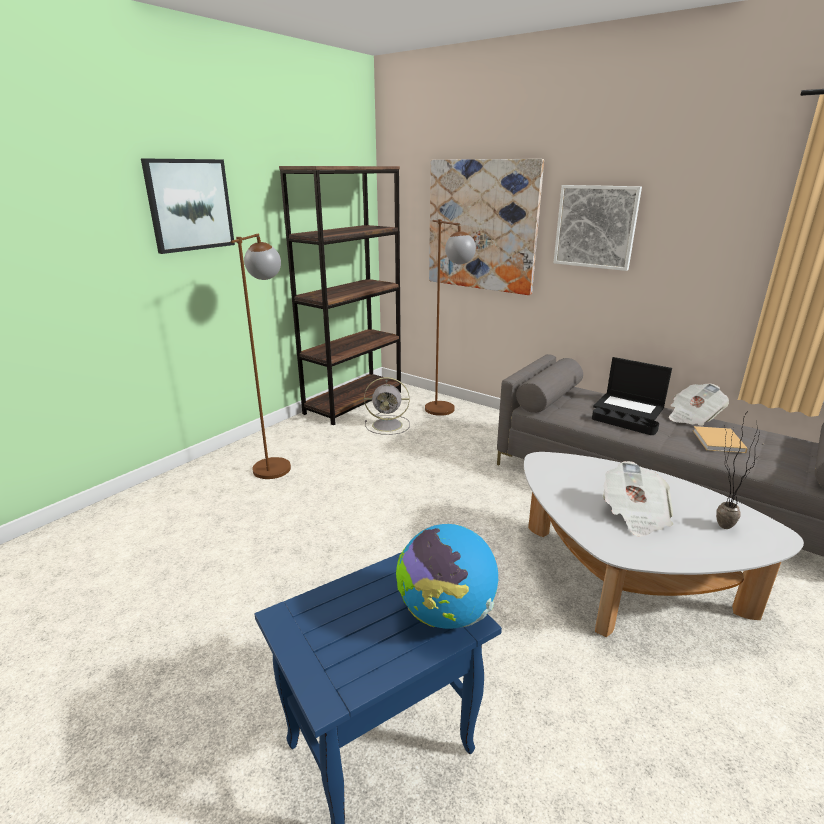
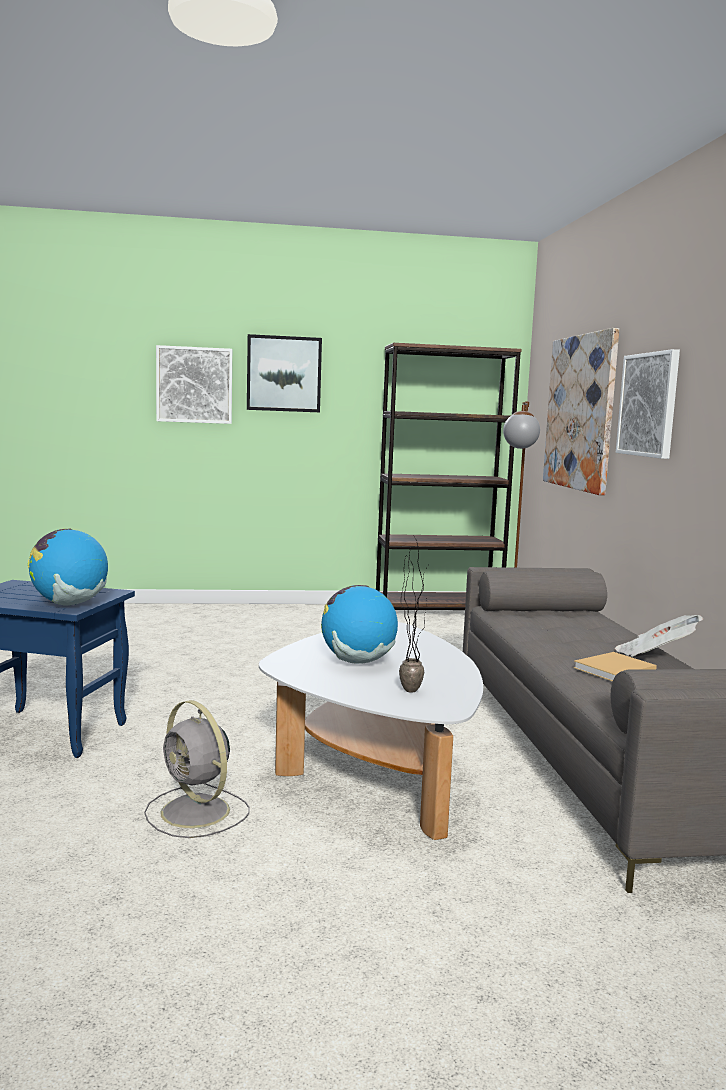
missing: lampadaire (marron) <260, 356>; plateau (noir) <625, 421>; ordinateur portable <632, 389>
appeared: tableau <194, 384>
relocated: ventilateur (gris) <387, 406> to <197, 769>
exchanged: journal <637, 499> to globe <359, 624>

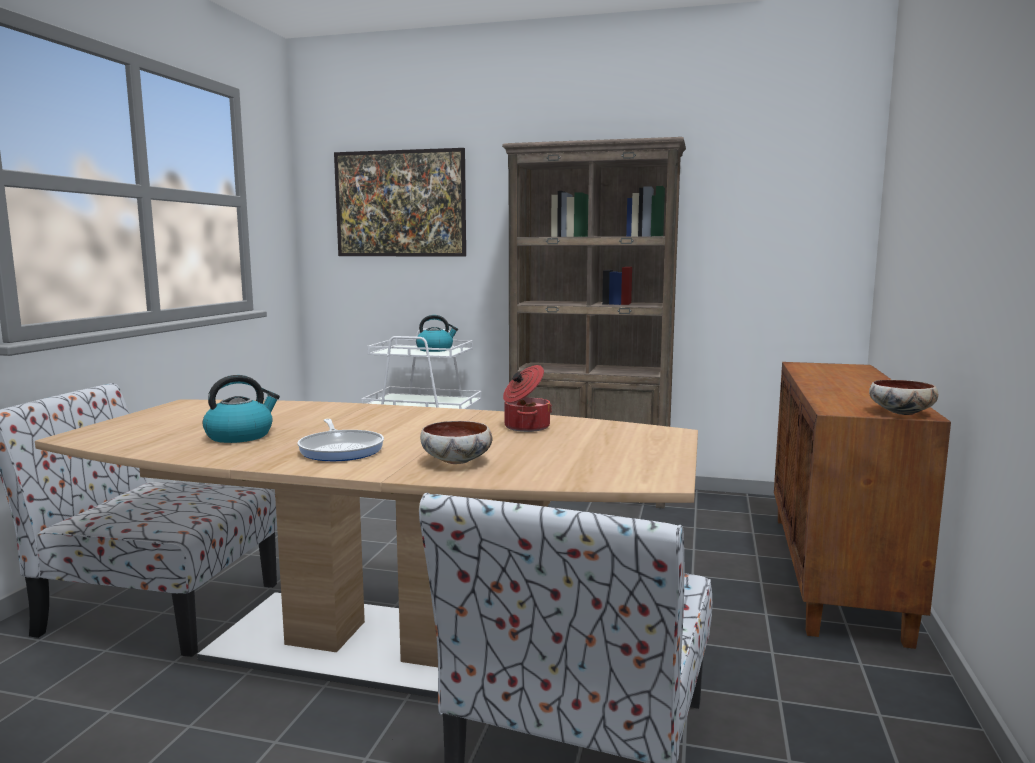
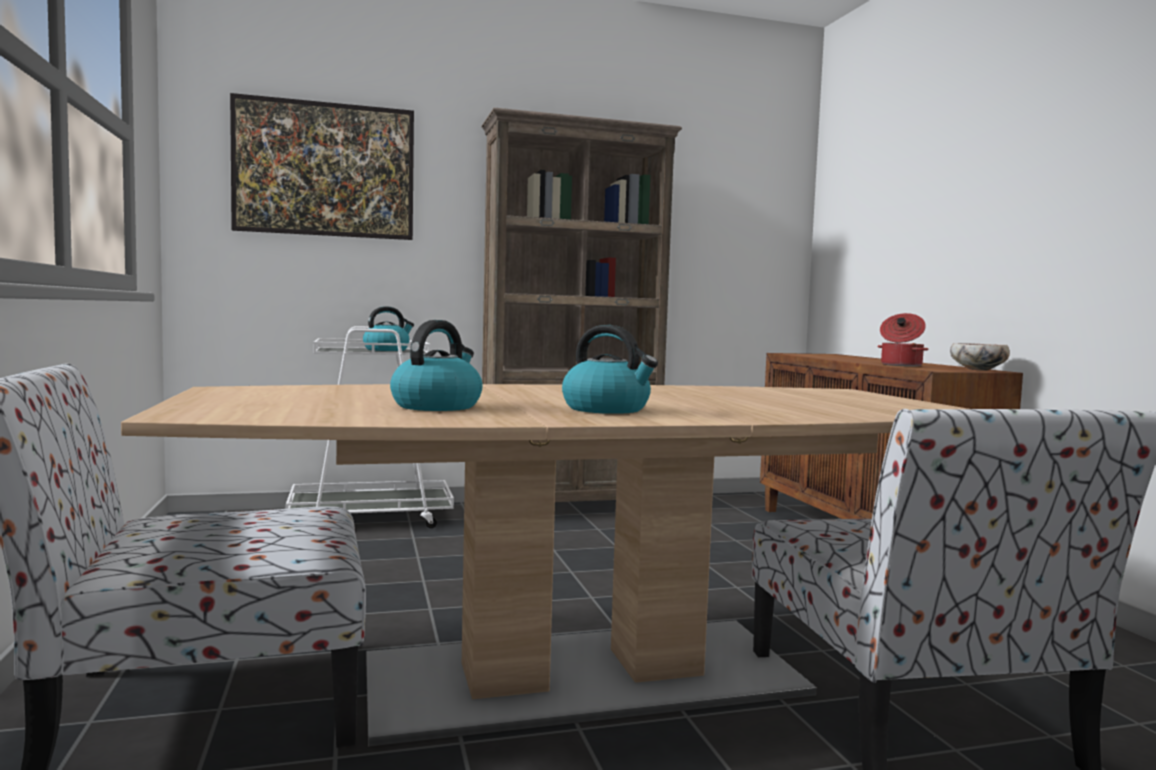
missing: bol <456, 442>
relocated: marmite <527, 398> to <903, 340>
exchanged: poêle <341, 440> to bouilloire <610, 369>

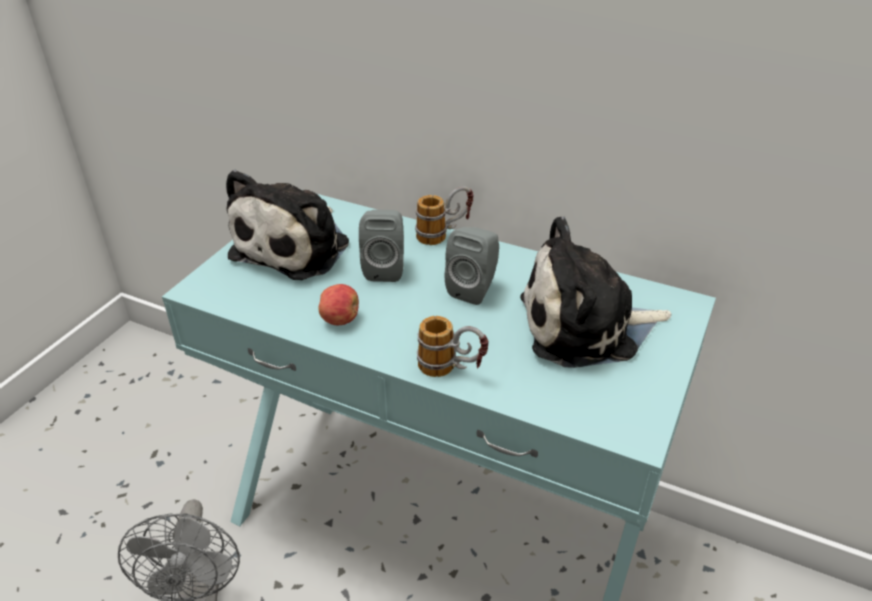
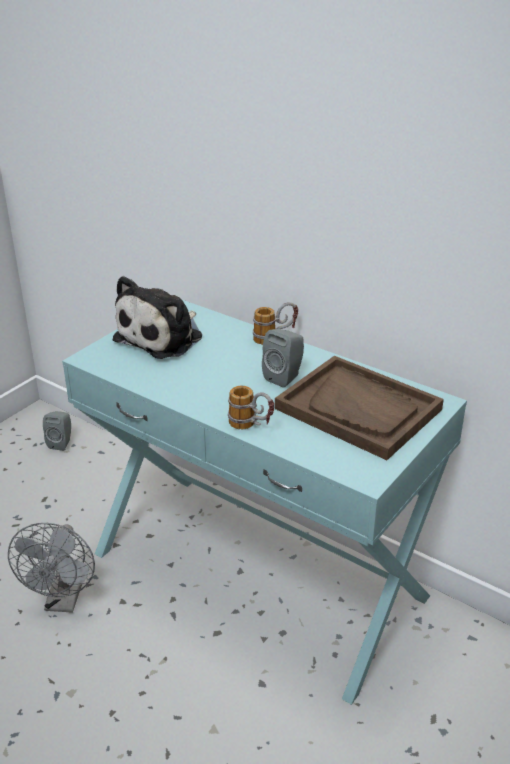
missing: pomme <338, 304>
relocated: enceinte (gris) <381, 246> to <57, 431>
exchanged: peluche <595, 292> to plateau (marron) <359, 408>

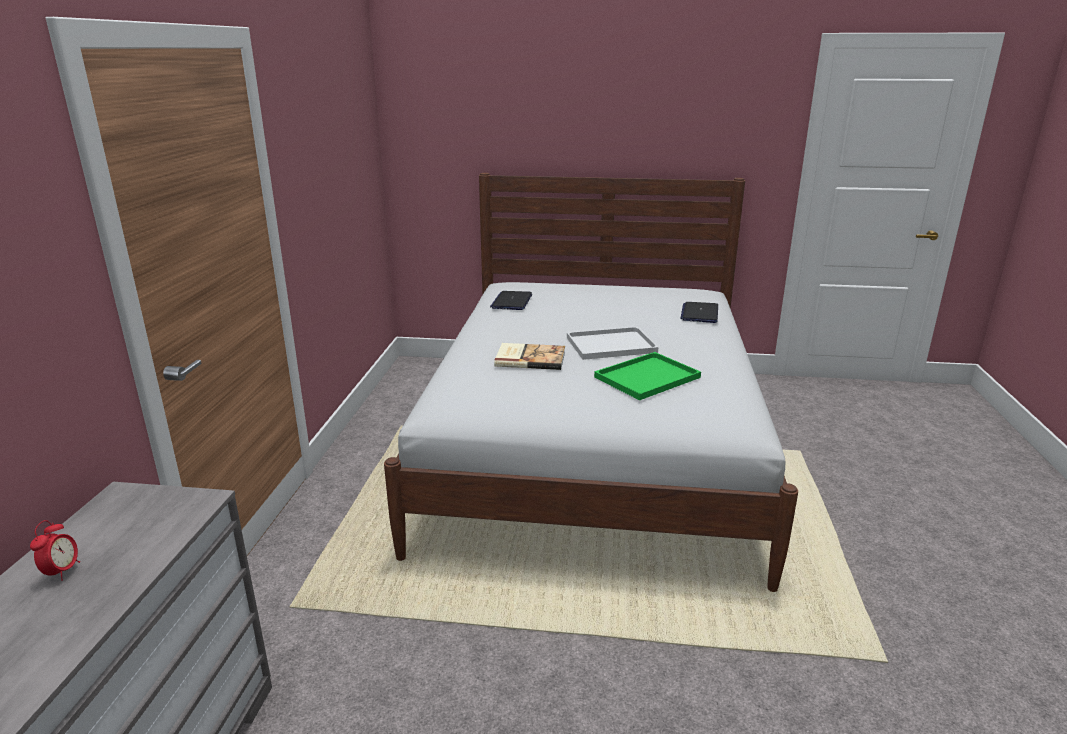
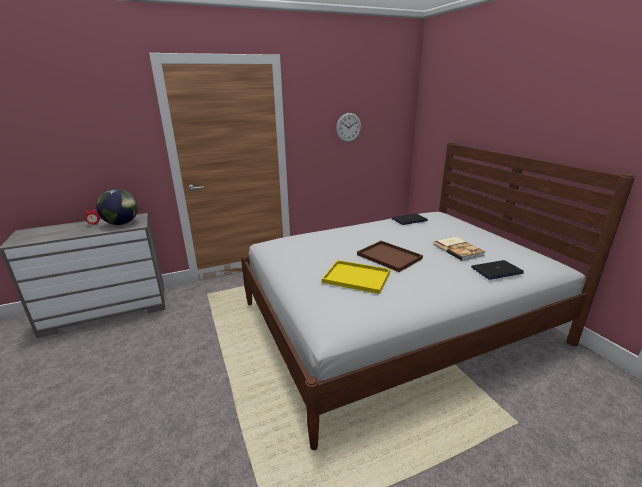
appeared: globe <117, 207>; horloge murale <348, 127>
relocated: livre <529, 356> to <459, 249>
colour: plateau (vert) <647, 376> to plateau (jaune) <356, 277>; plateau (blanc) <612, 343> to plateau (marron) <390, 256>

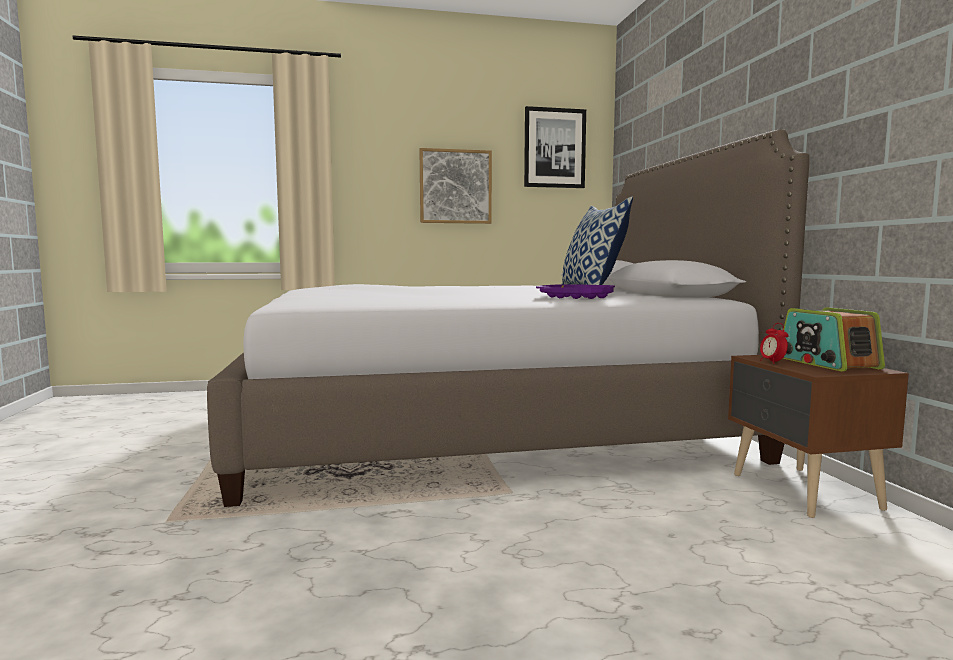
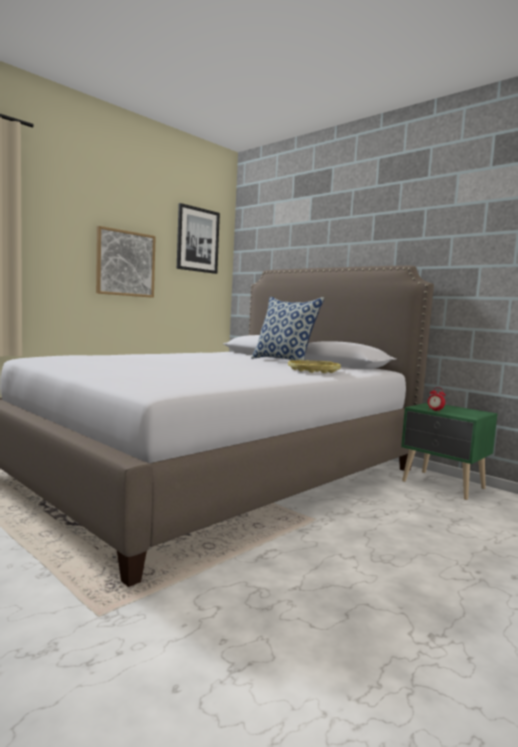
missing: radio <834, 339>
colour: plateau (violet) <575, 291> to plateau (jaune) <314, 366>; table de chevet (marron) <818, 436> to table de chevet (vert) <449, 451>

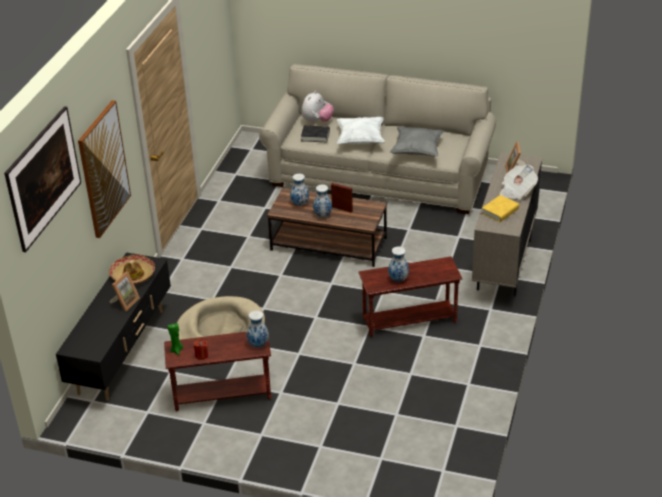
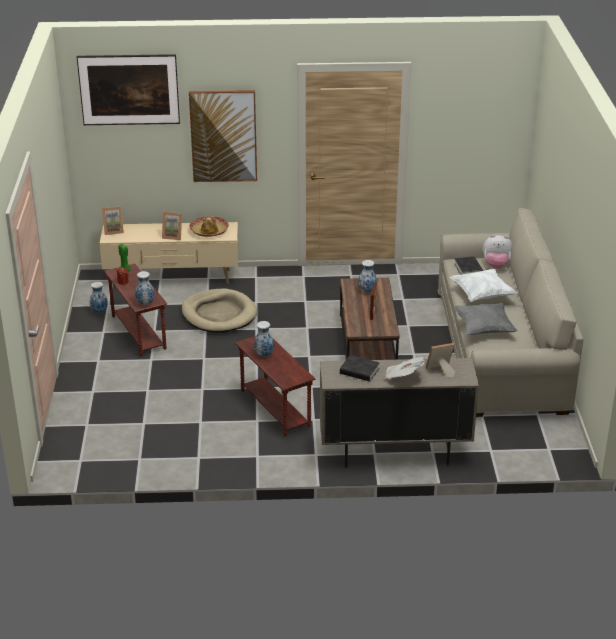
appeared: cadre photo <113, 220>
relocated: vase <322, 200> to <99, 297>
colour: meuble télé (noir) <113, 327> to meuble télé (beige) <169, 253>; livre (jaune) <500, 208> to livre (noir) <359, 368>

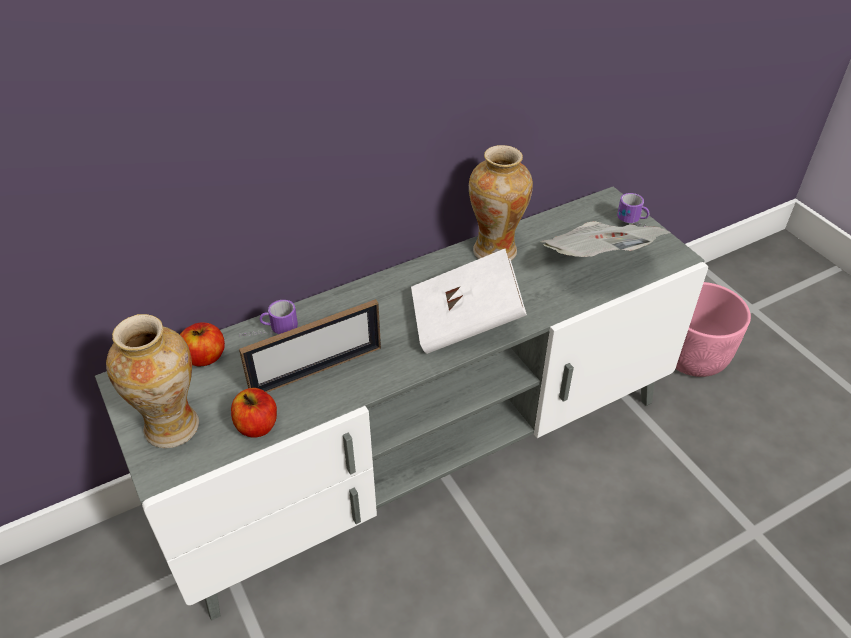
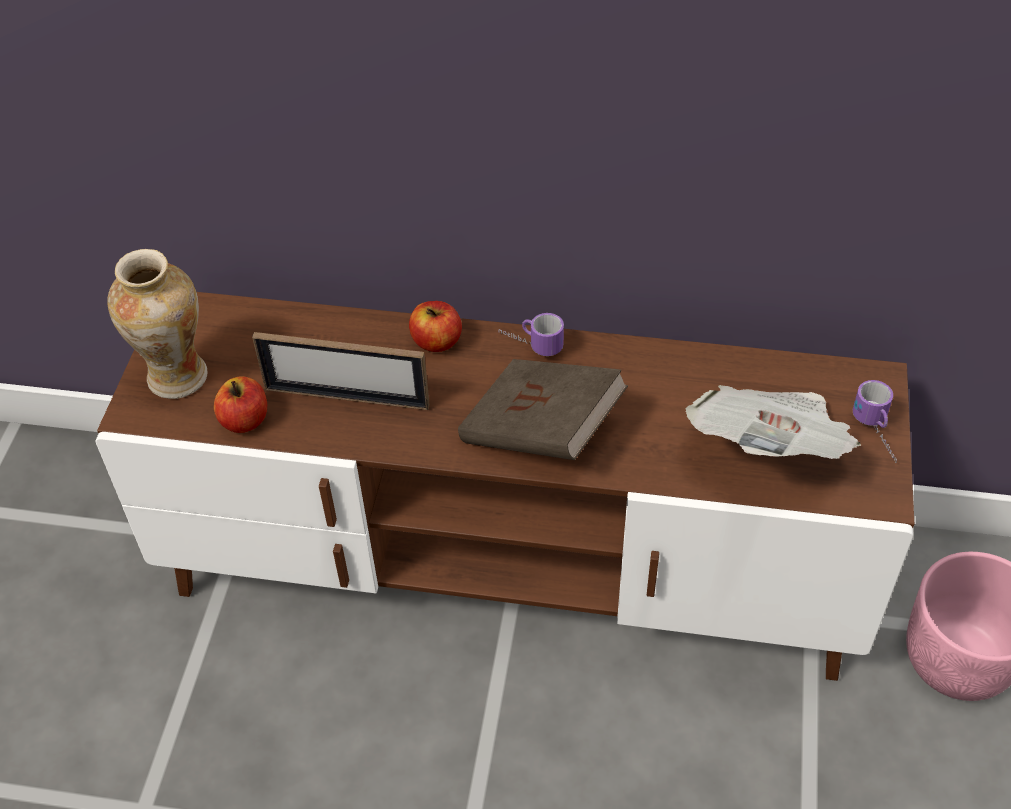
missing: vase <501, 202>
relocated: pomme <202, 344> to <435, 326>; mug <268, 318> to <531, 334>
colour: meuble télé (gris) <401, 403> to meuble télé (marron) <505, 486>; livre (blanc) <469, 301> to livre (marron) <543, 409>

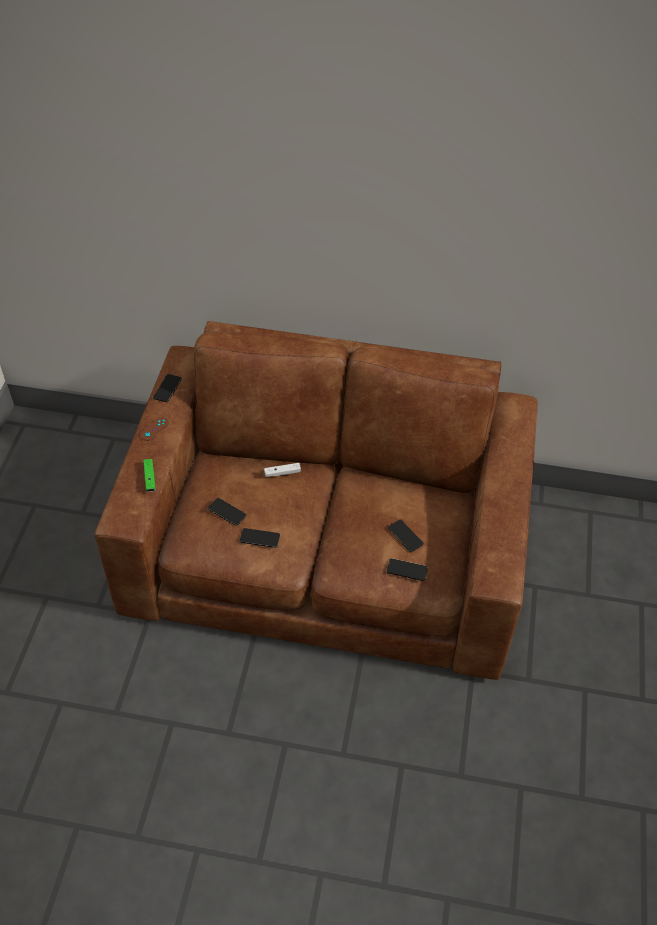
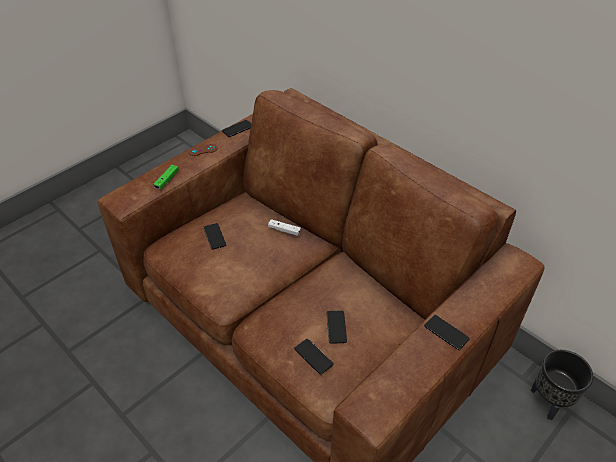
appeared: cache-pot (noir) <562, 385>
relocated: téléphone <260, 538> to <447, 332>

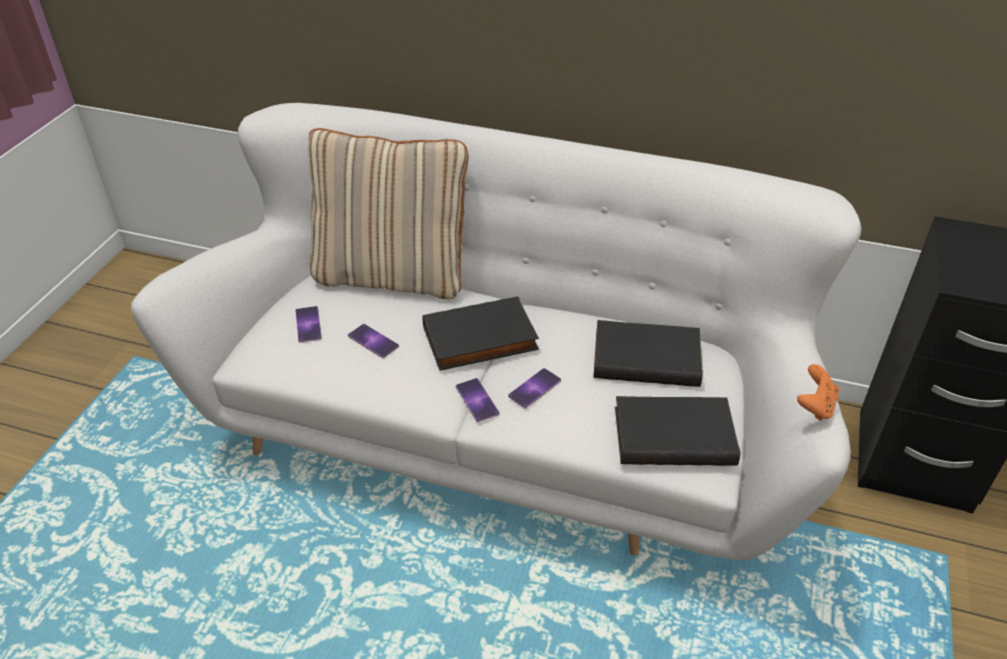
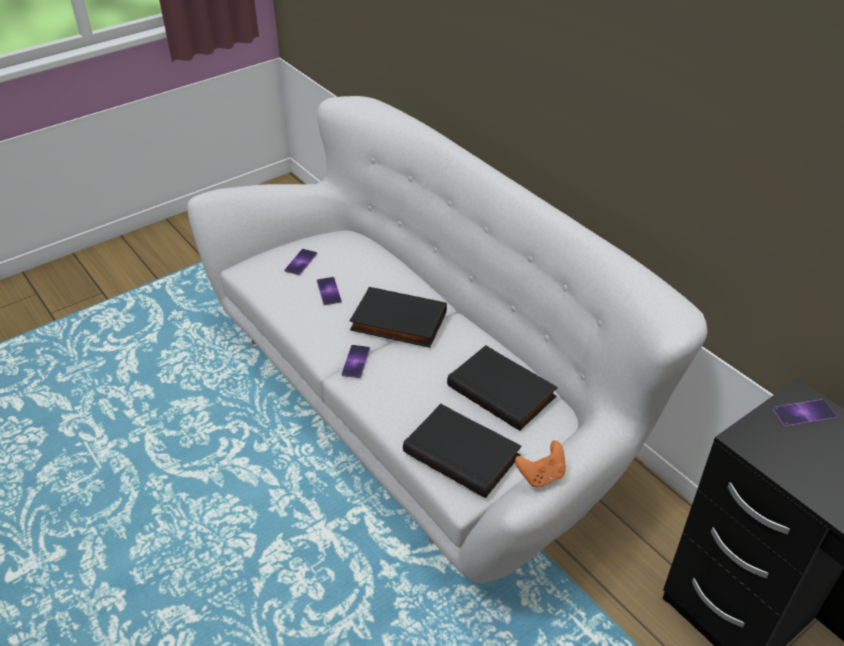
missing: coussin (beige) <388, 214>
relocated: téléphone <534, 388> to <805, 413>

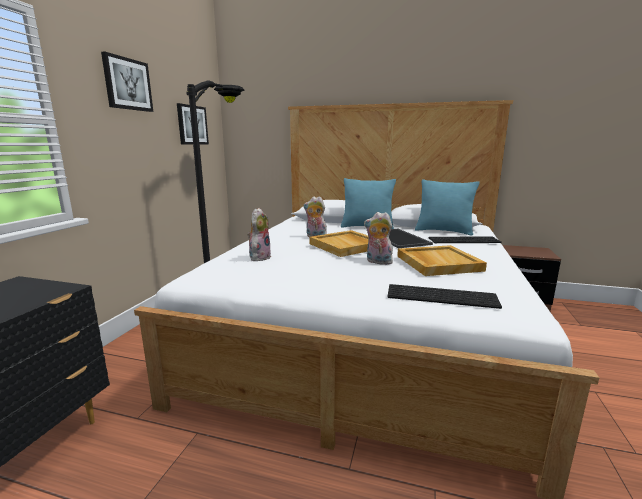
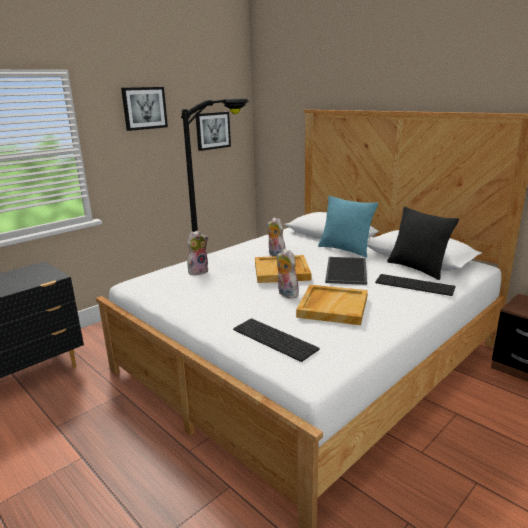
colour: coussin (turquoise) <447, 207> to coussin (noir) <423, 243>

